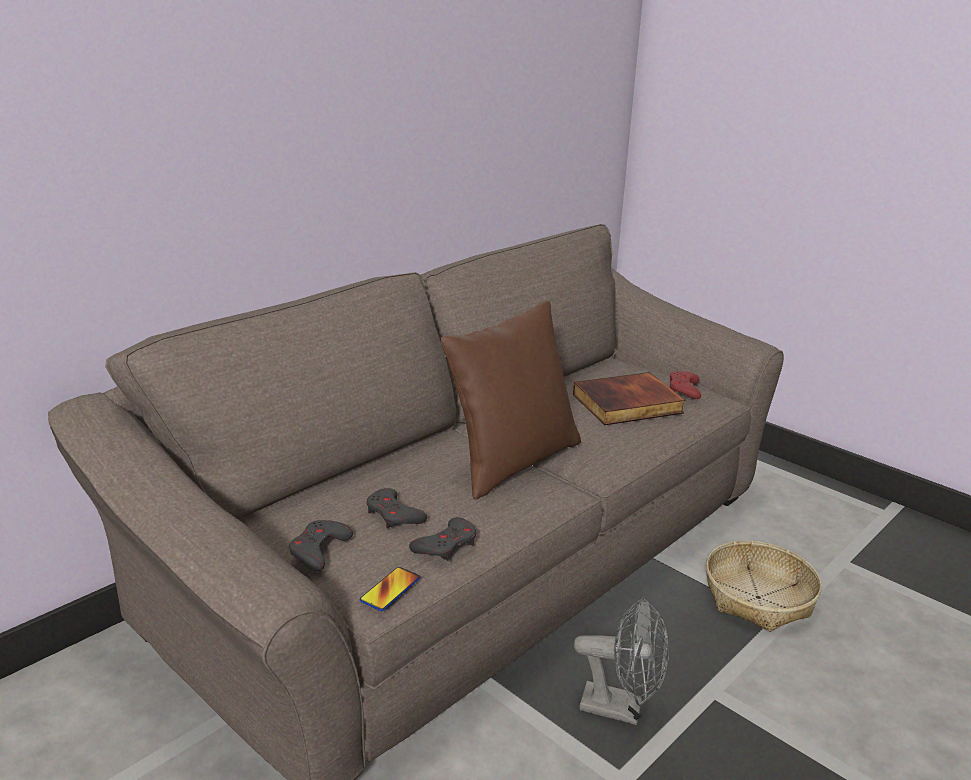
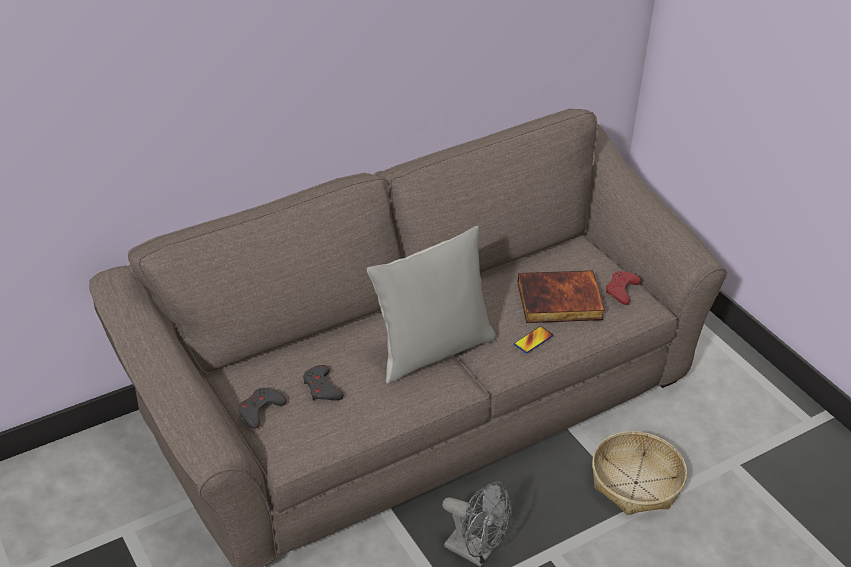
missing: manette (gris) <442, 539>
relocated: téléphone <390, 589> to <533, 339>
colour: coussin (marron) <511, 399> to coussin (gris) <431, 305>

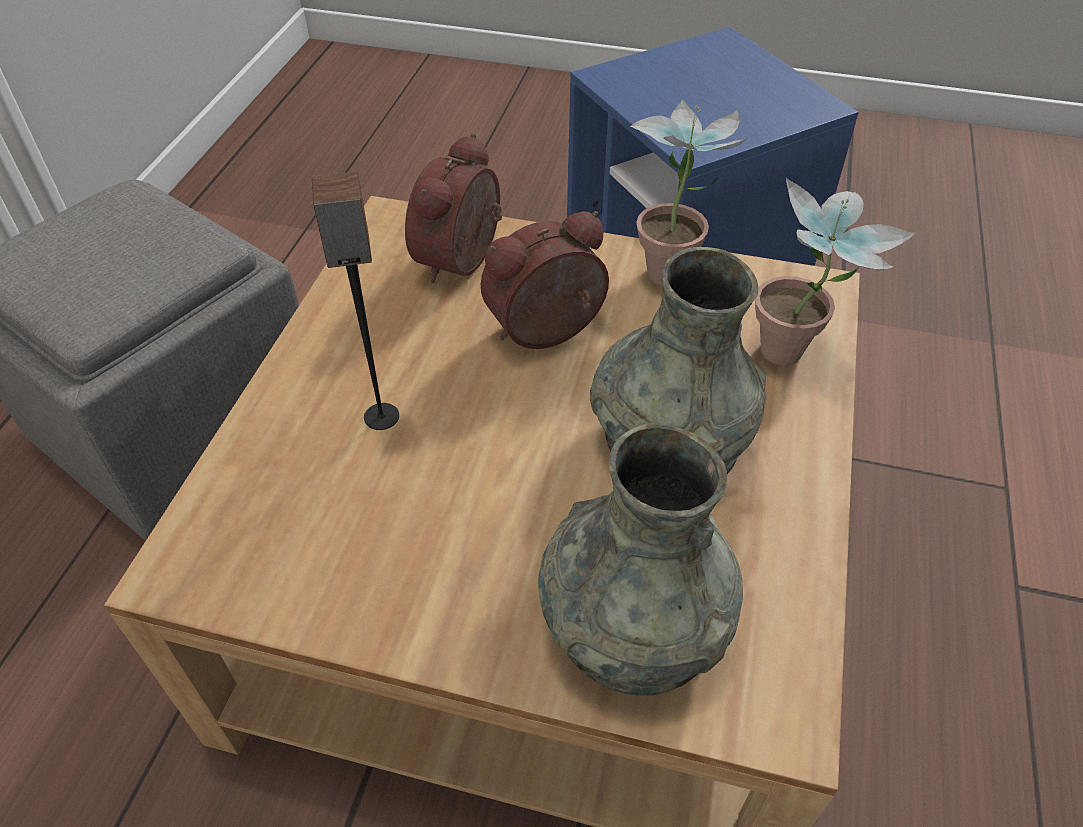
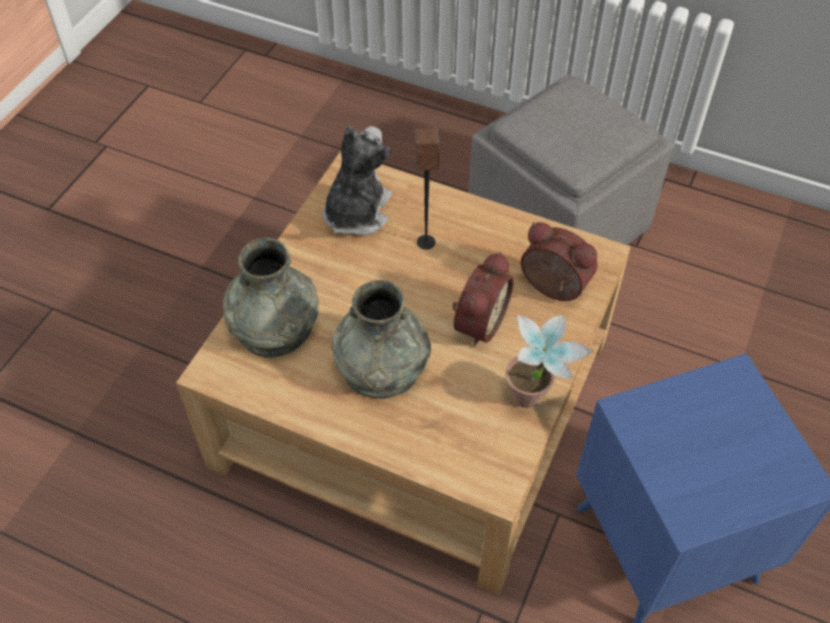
missing: plante en pot <835, 271>
appeared: peluche <357, 181>
spun: réveil <545, 280> = <483, 299> 45 degrees clockwise

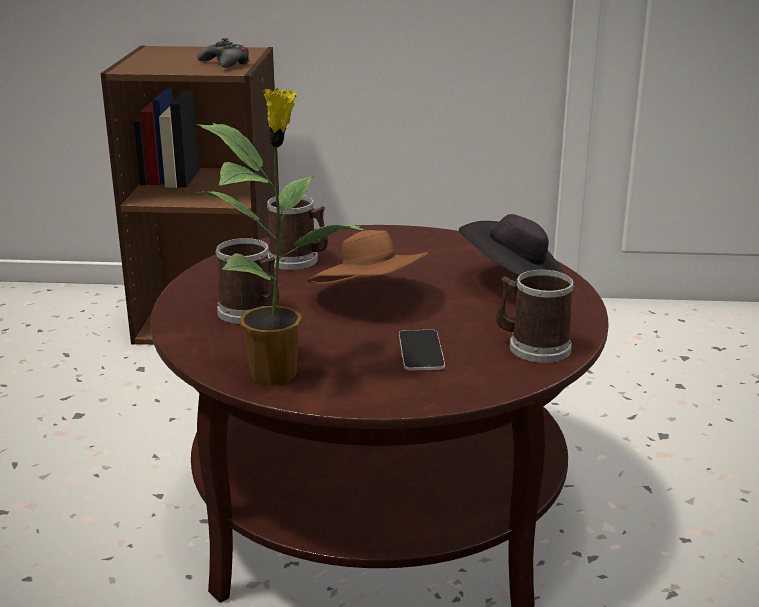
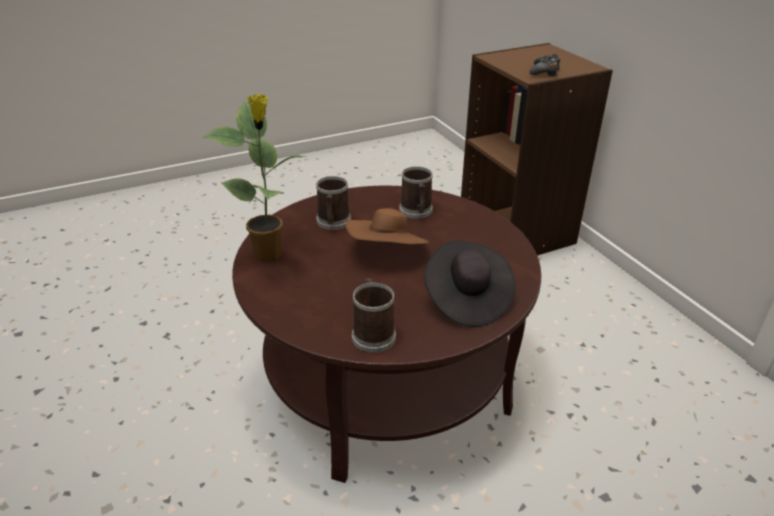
missing: téléphone <422, 350>

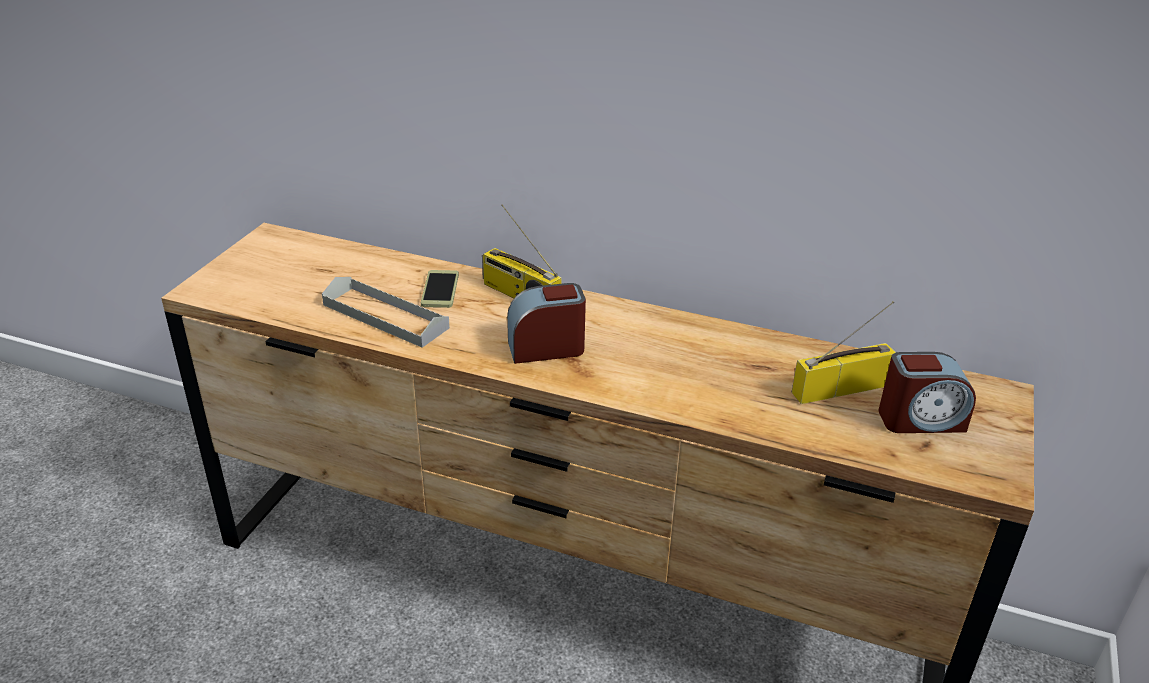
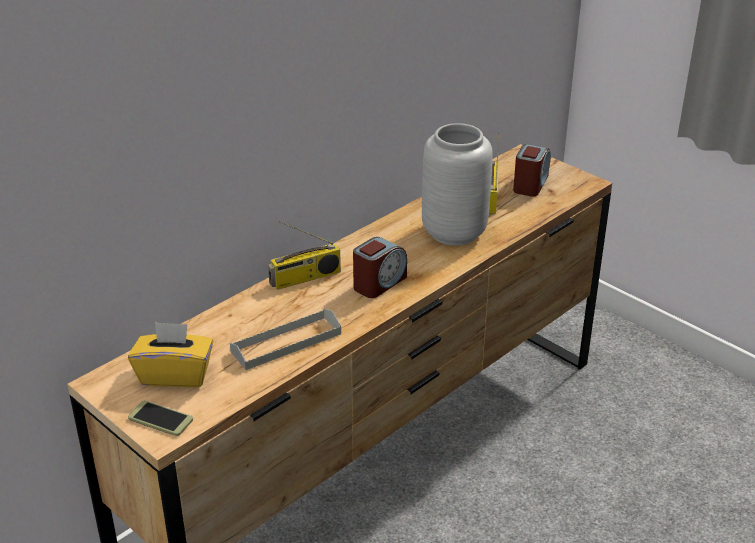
appeared: boîte à mouchoirs (jaune) <171, 354>; vase (gris) <457, 184>
relocated: téléphone <440, 289> to <160, 418>
spun: réveil <546, 323> = <380, 267> 150 degrees counterclockwise

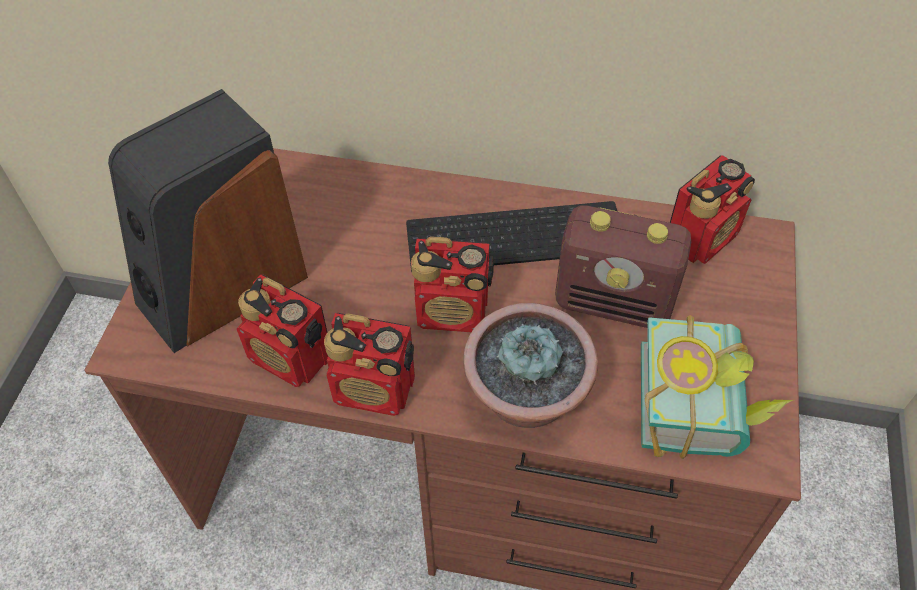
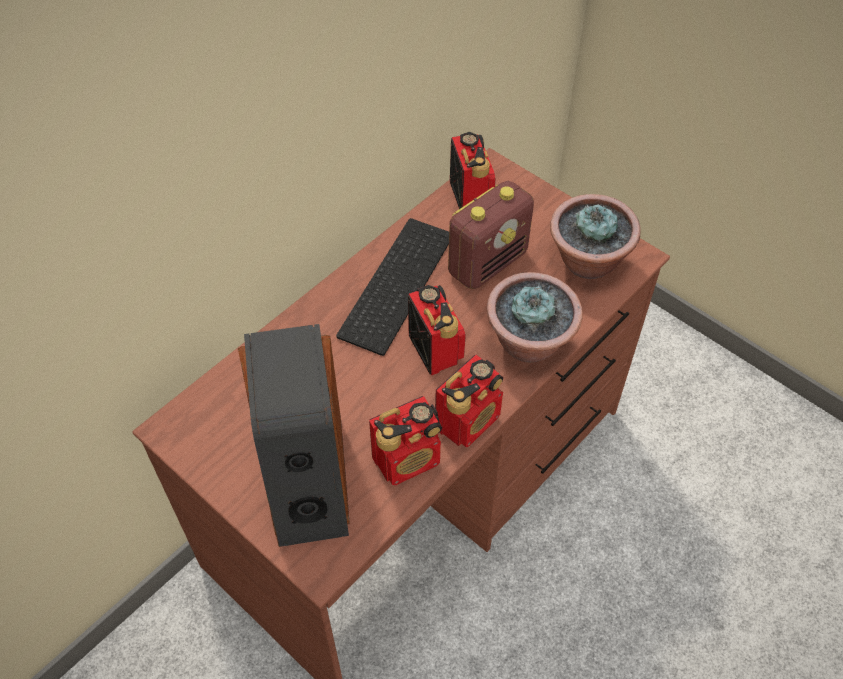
exchanged: livre <717, 387> to plante en pot <595, 236>
spun: radio <452, 284> = <437, 330> 60 degrees counterclockwise

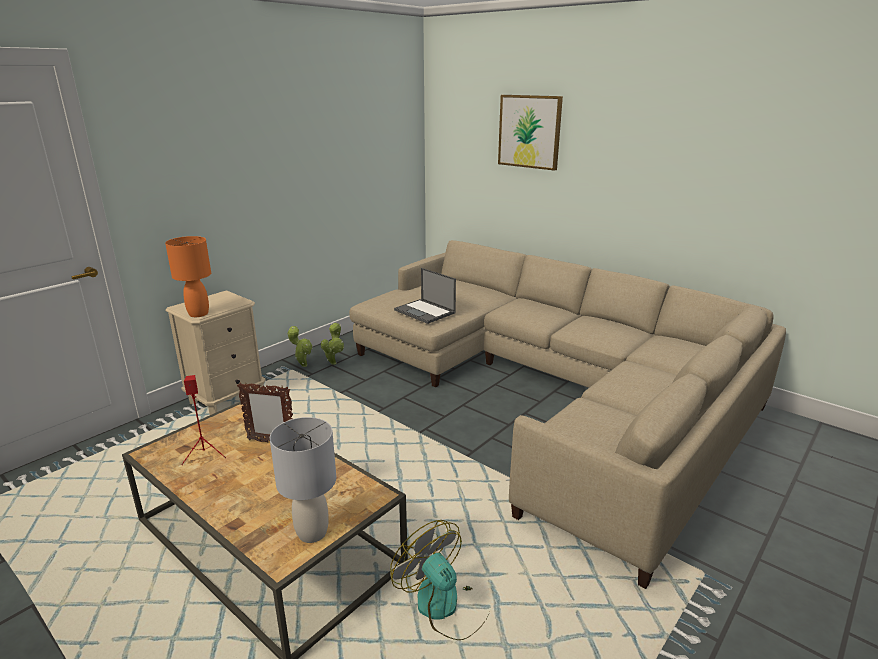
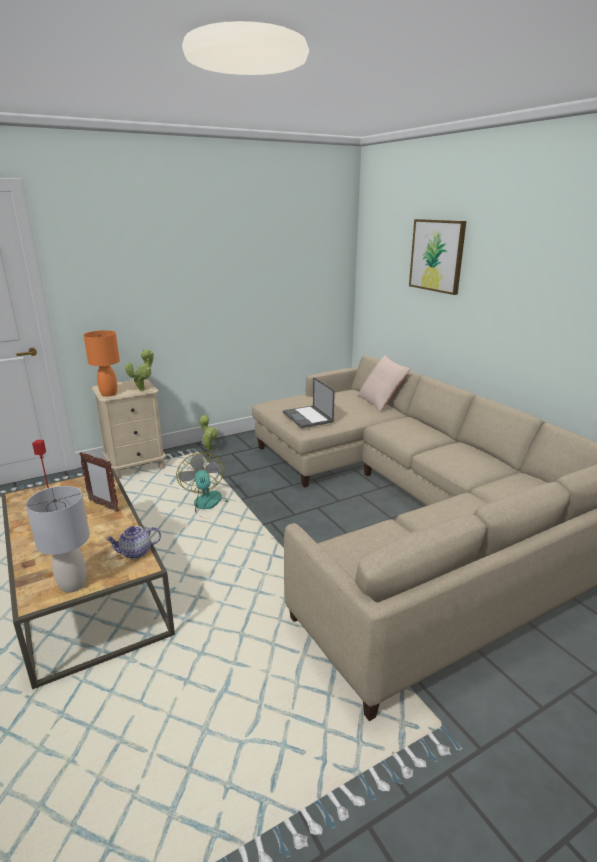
appeared: théière <133, 542>; coussin (beige) <383, 383>
relocated: plante en pot <332, 344> to <139, 370>; ventilateur <439, 580> to <202, 485>

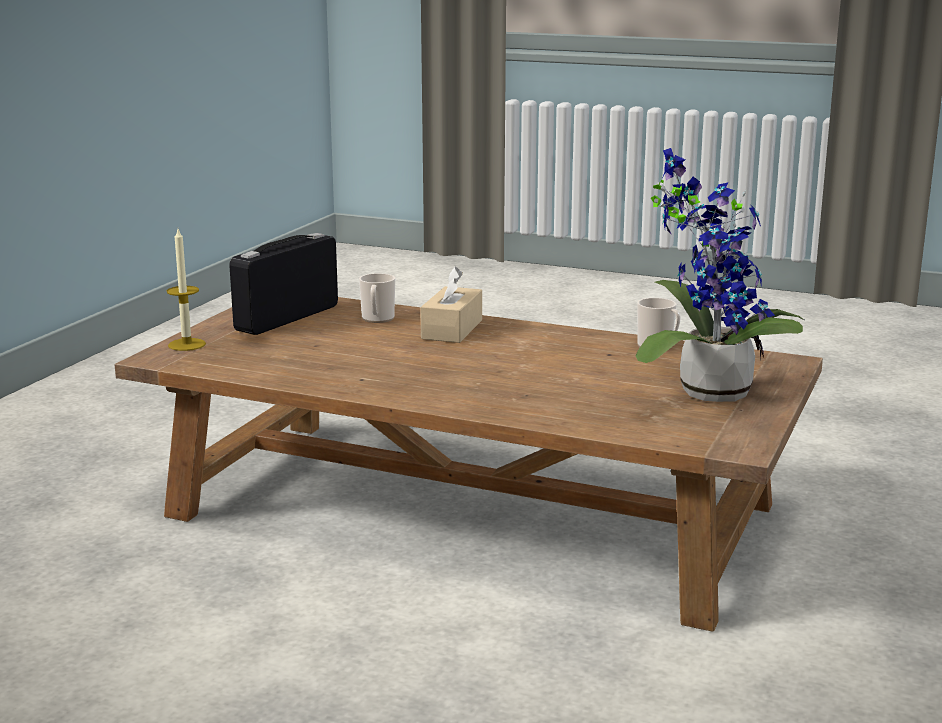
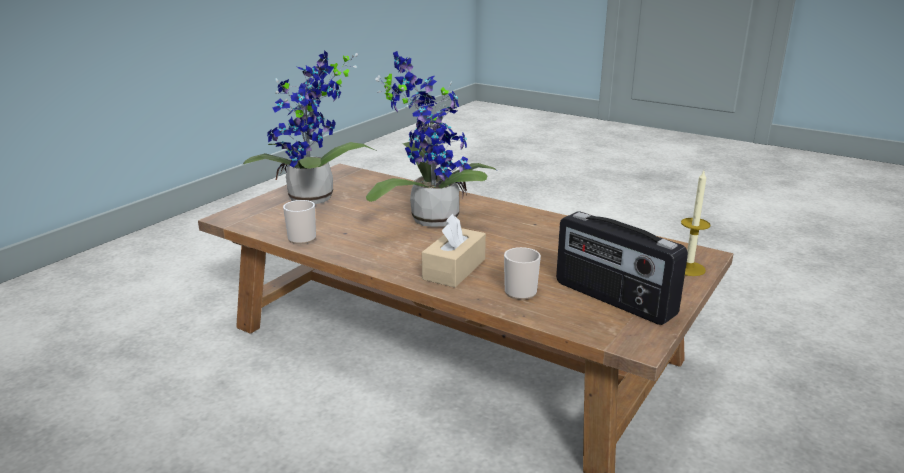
appeared: plante en pot <431, 139>
spun: radio <283, 284> = <622, 268> 90 degrees clockwise

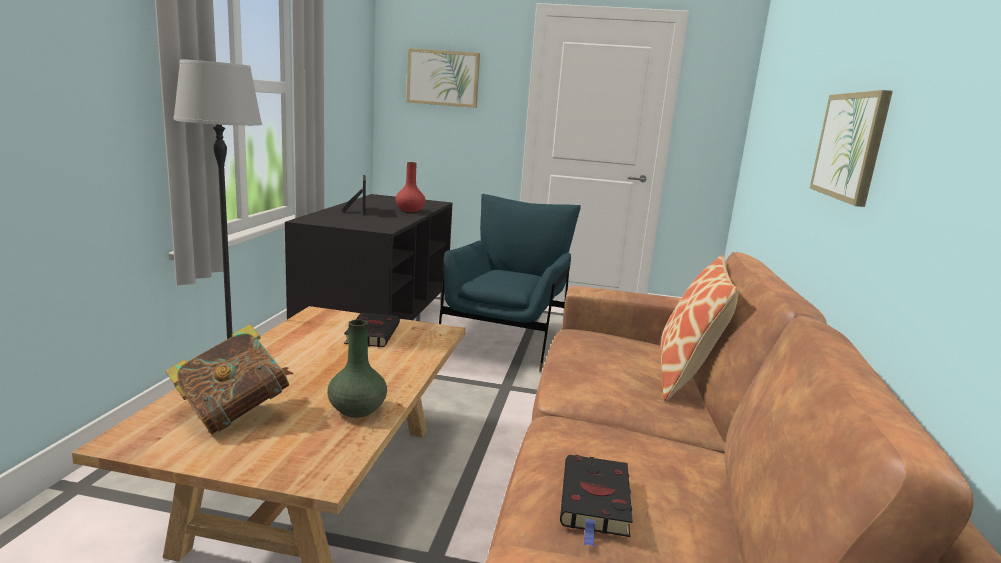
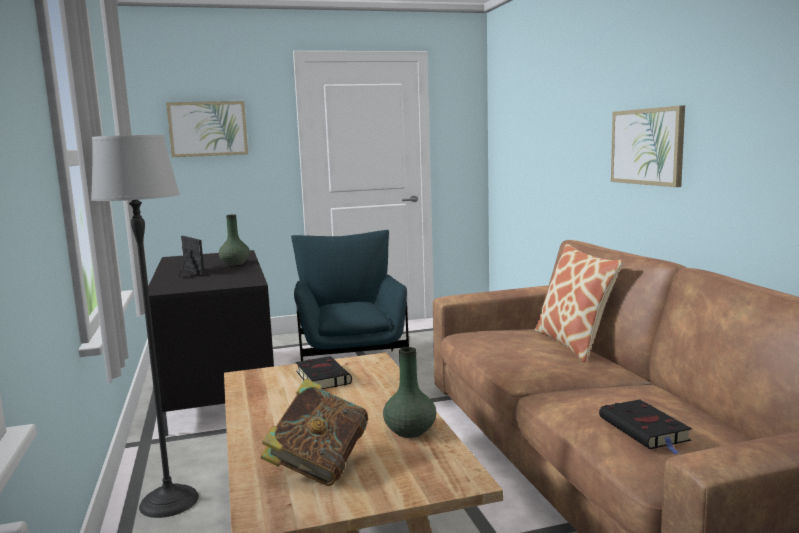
colour: vase (rouge) <410, 187> to vase (vert) <234, 240>

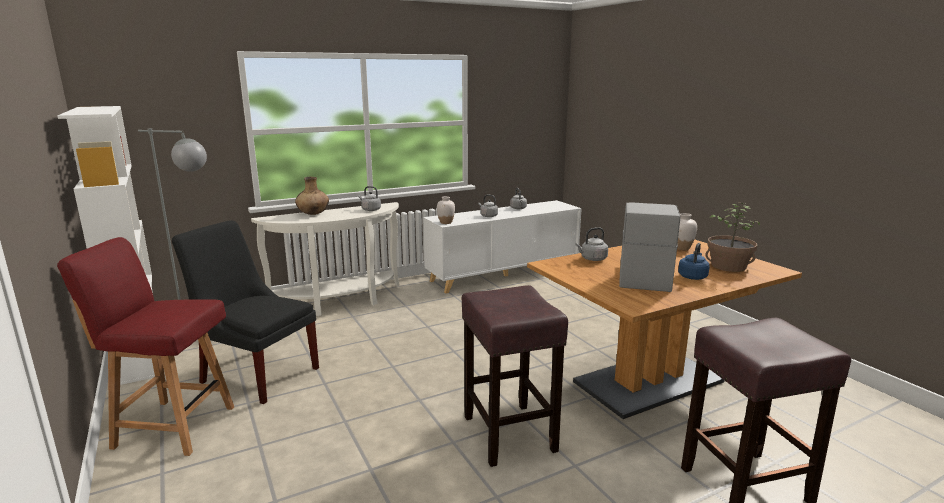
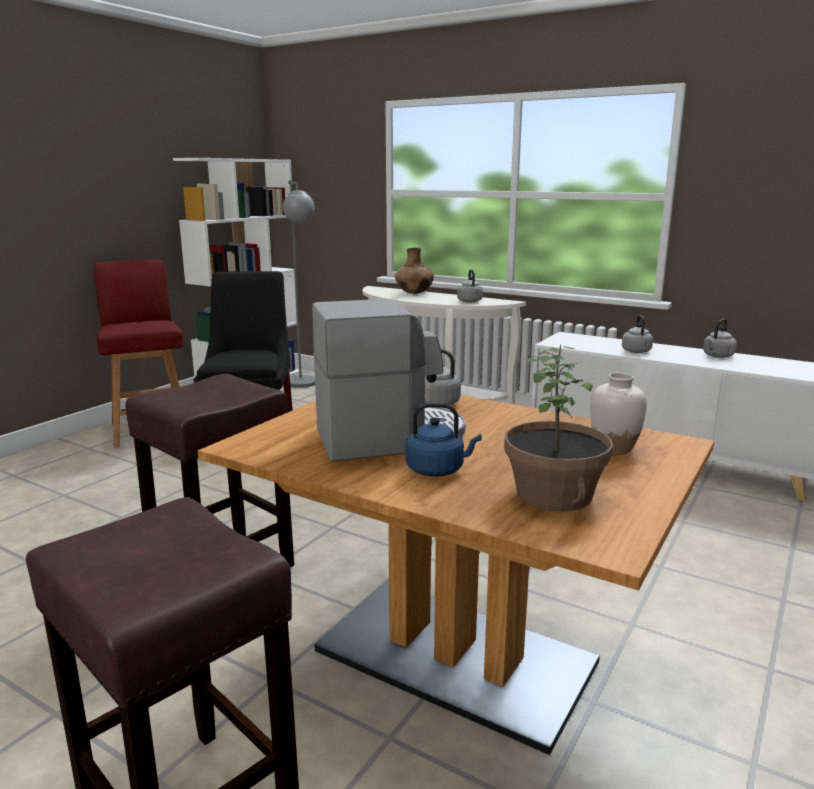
missing: vase (blanc) <446, 210>

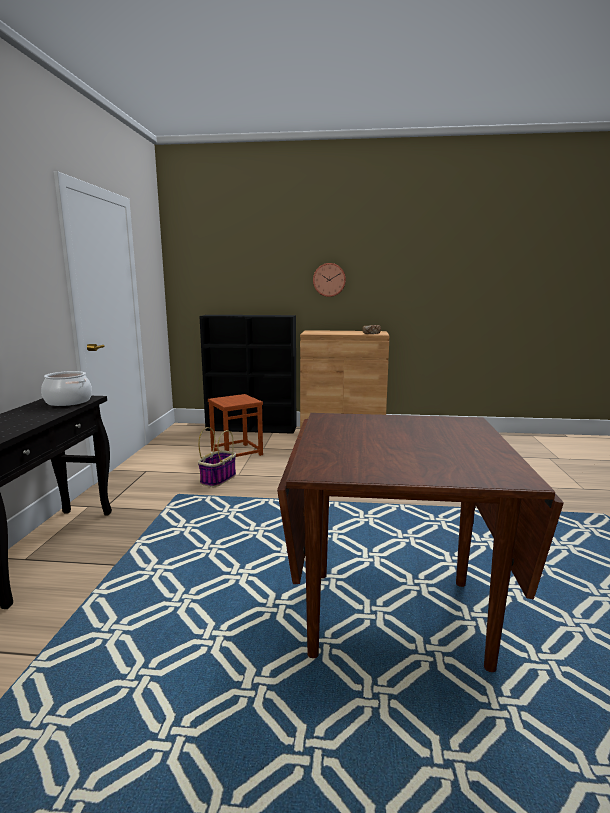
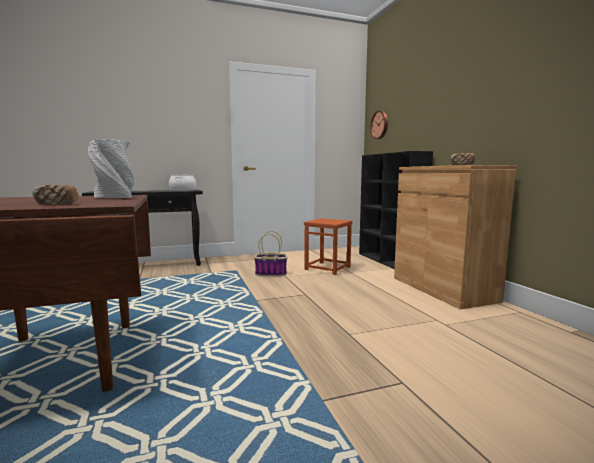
appeared: pain <56, 195>; vase (gris) <111, 168>
relocated: horloge murale <329, 280> to <379, 125>

